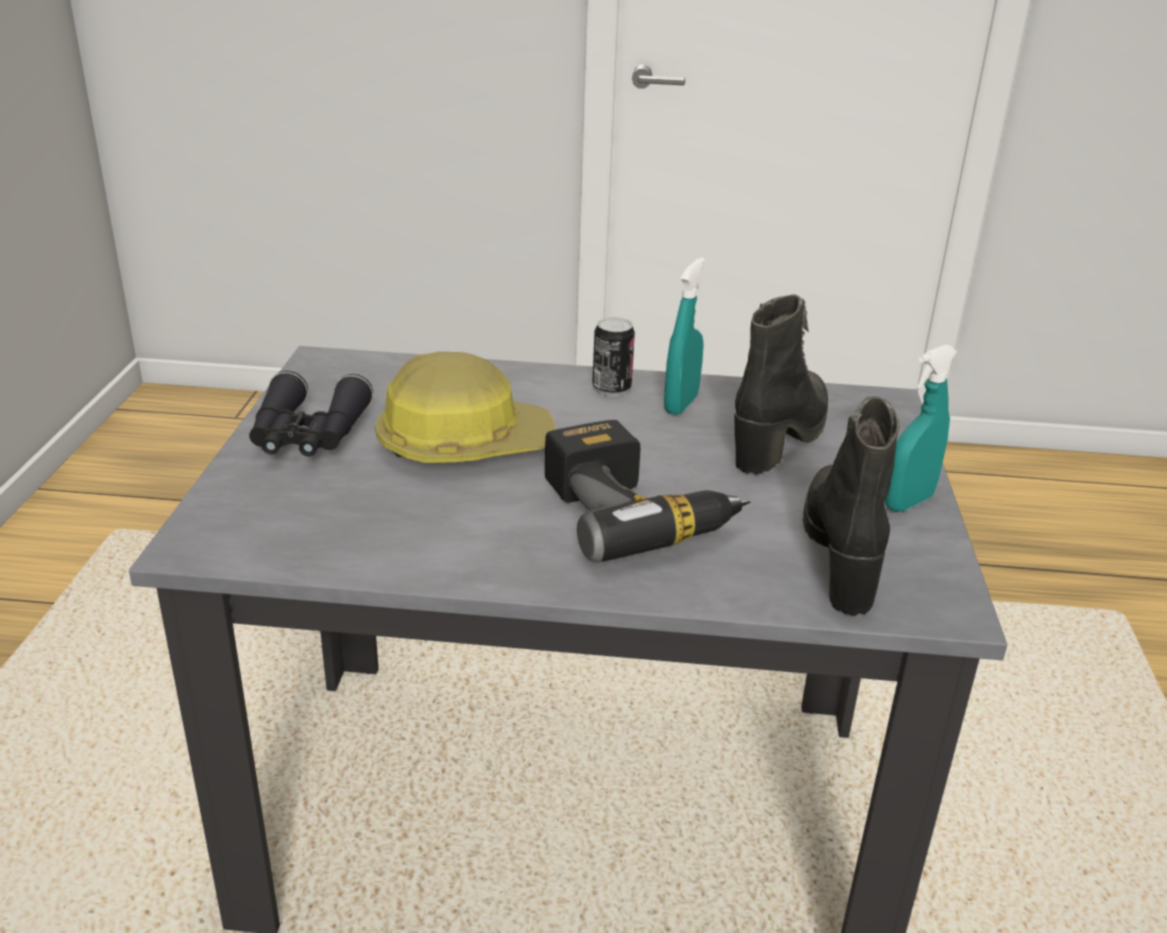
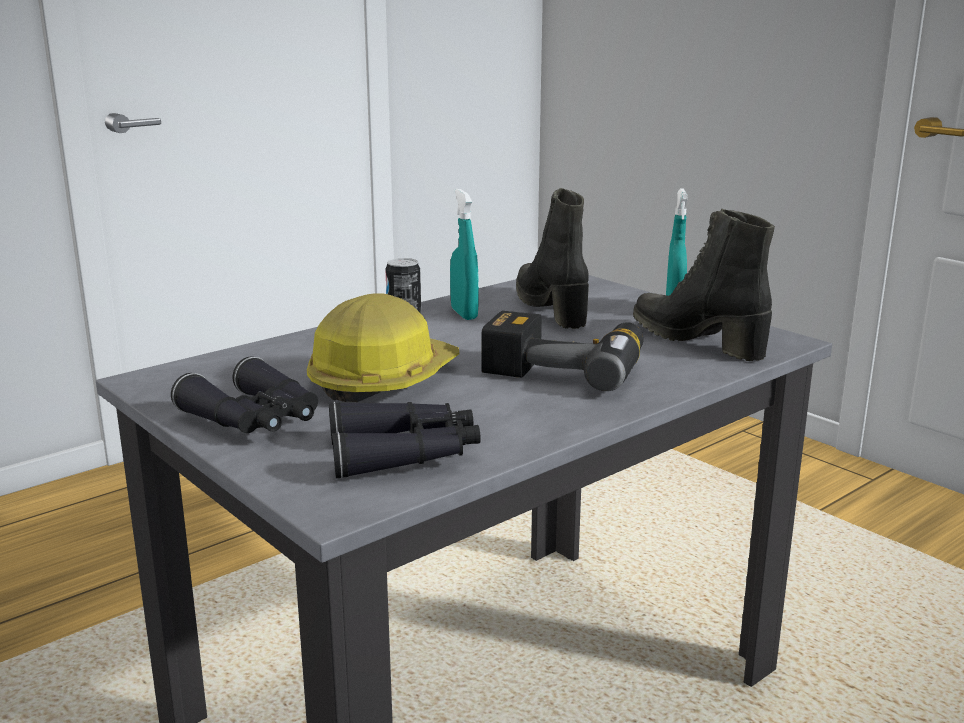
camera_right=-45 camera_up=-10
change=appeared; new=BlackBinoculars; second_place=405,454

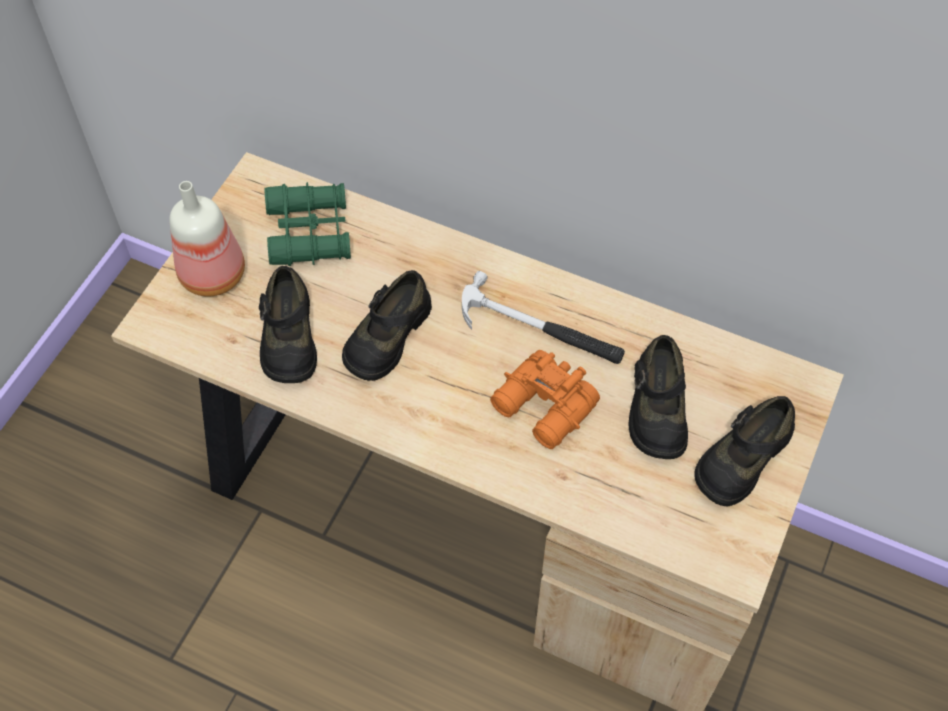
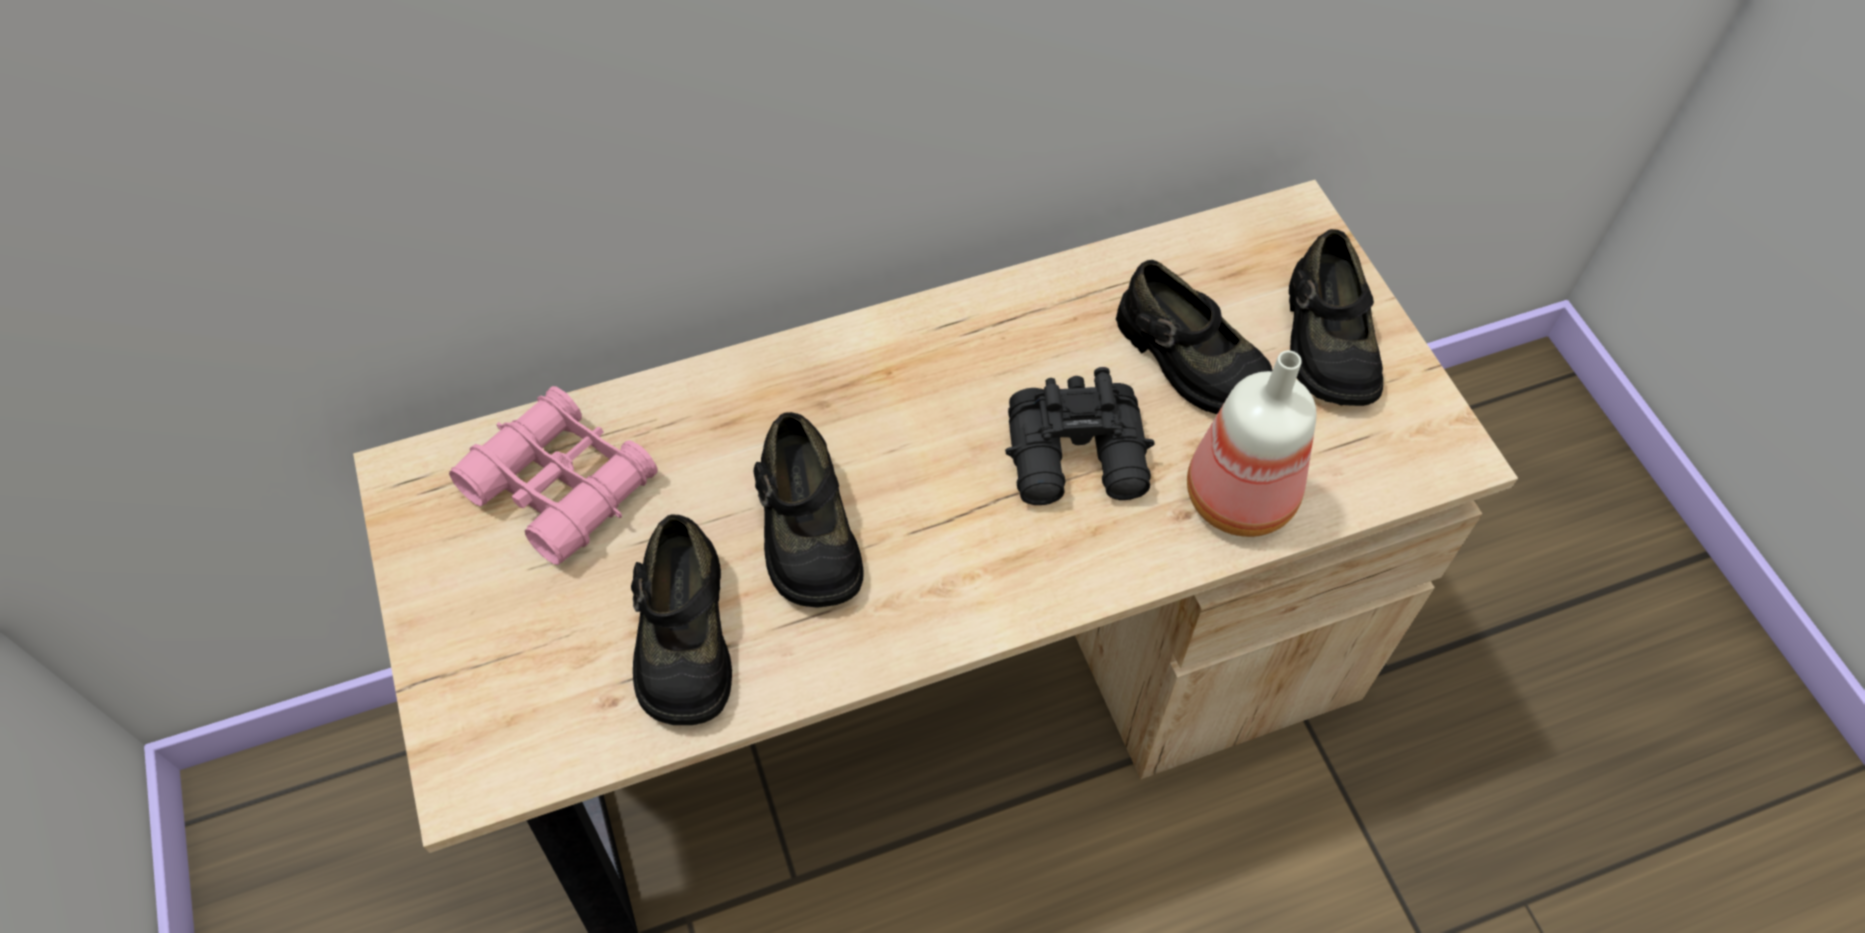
camera_right=-45 camera_up=0
change=missing; old=Hammer; first_place=540,329
change=relocated; old=Bottle; first_place=212,273; second_place=1236,494
change=colour; old=GreenBinoculars; new=PinkBinoculars; first_place=309,232; second_place=561,485
change=colour; old=OrangeBinoculars; new=BlackBinoculars; first_place=544,409; second_place=1079,459
change=spun; old=BlackShoe; first_place=288,338; second_place=683,636; degrees=45

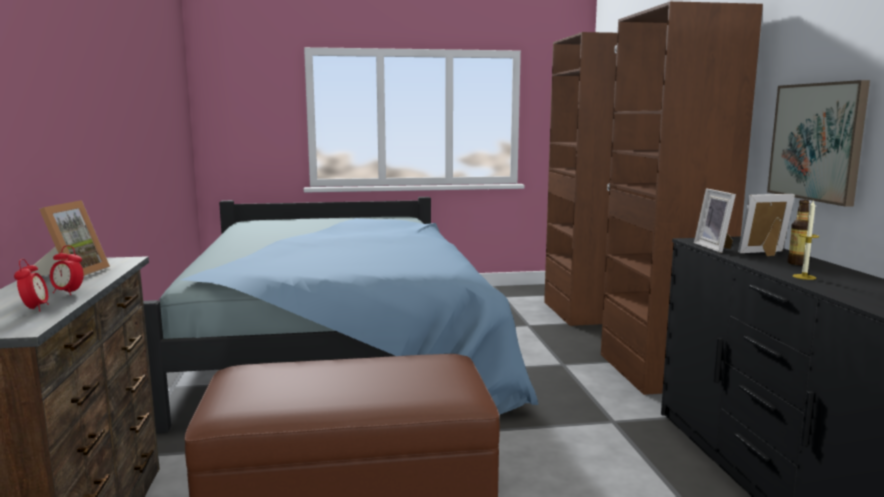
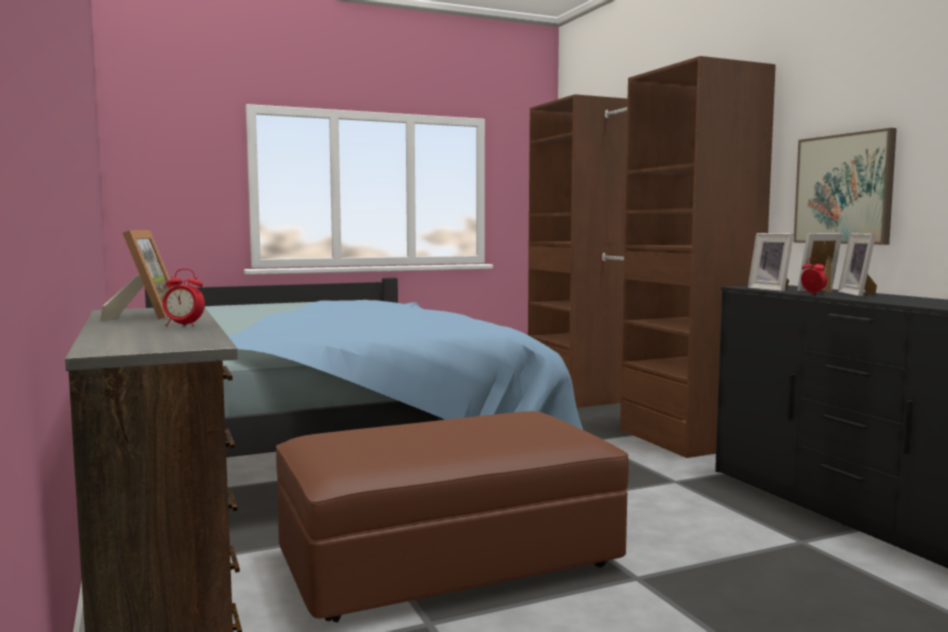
camera_right=-15 camera_up=-5
change=missing; old=Candle; first_place=804,277
change=relocated; old=AlarmClock; first_place=35,309; second_place=813,294
change=exchanged; old=Bottle; new=PictureFrame; first_place=797,263; second_place=859,294

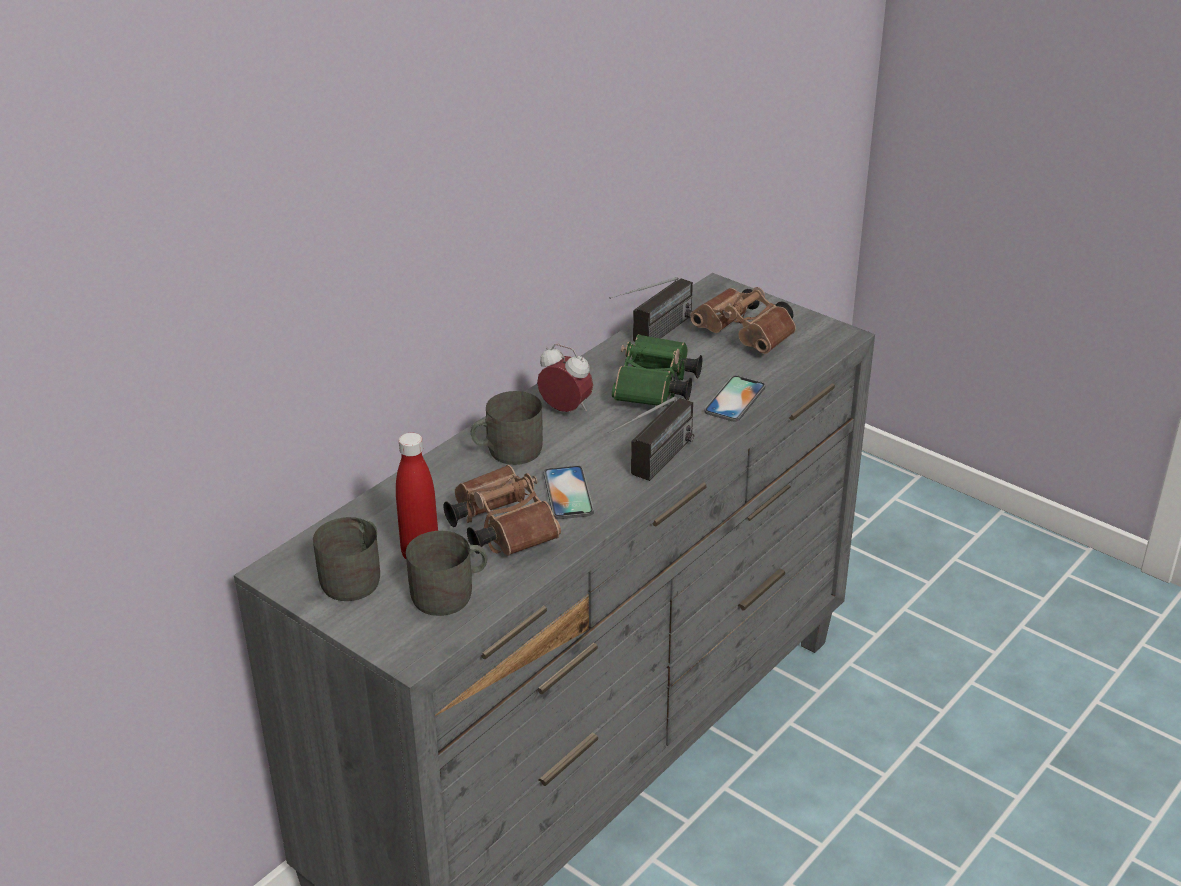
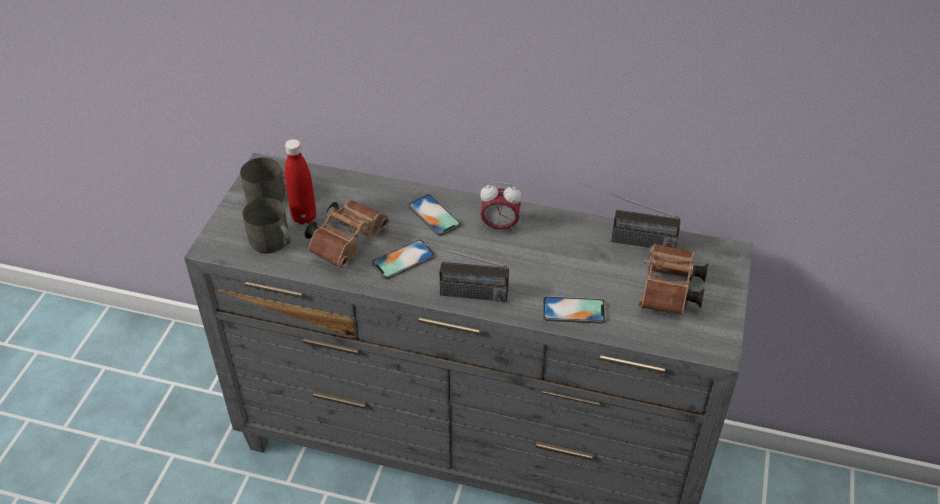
camera_right=65 camera_up=10
change=missing; old=GreenBinoculars; first_place=655,390
change=exchanged; old=GreyMug; new=Phone; first_place=507,451; second_place=434,215
change=spun; old=AlarmClock; first_place=566,410; second_place=499,226; degrees=90

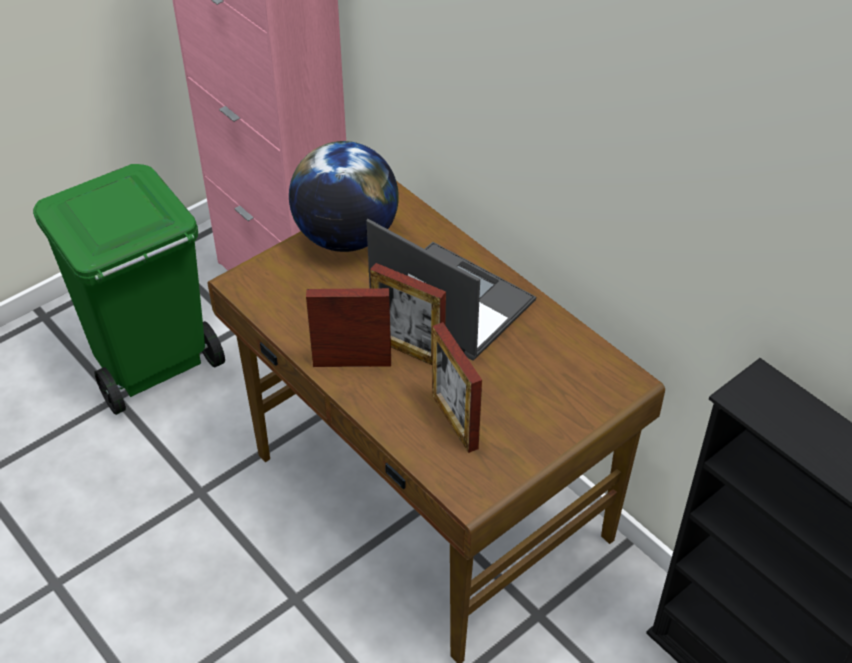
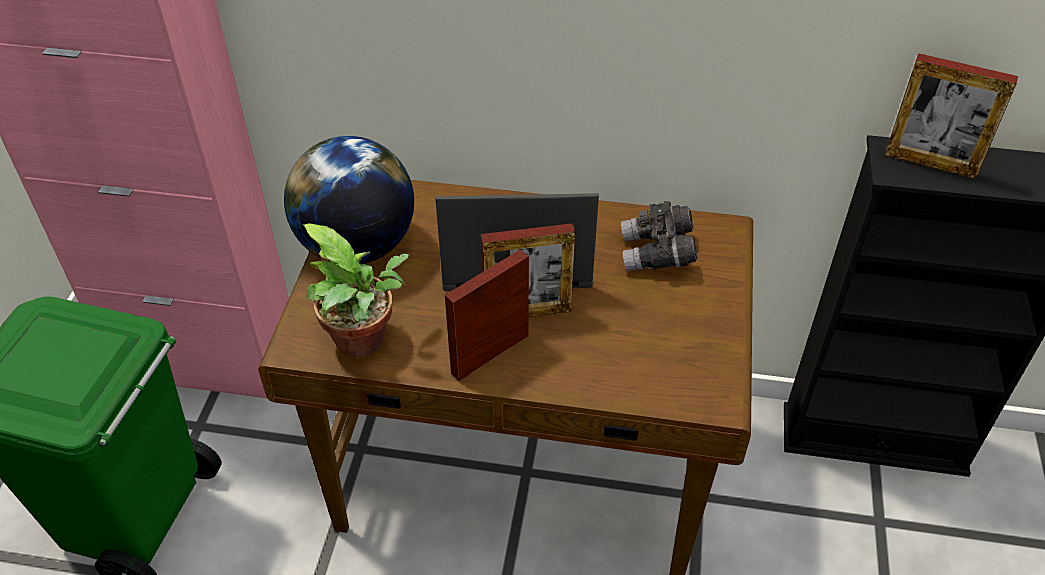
camera_right=-40 camera_up=0
change=appeared; new=PottedPlant; second_place=364,343
change=appeared; new=GreyBinoculars; second_place=657,254
change=relocated; old=PictureFrame; first_place=454,421; second_place=930,163

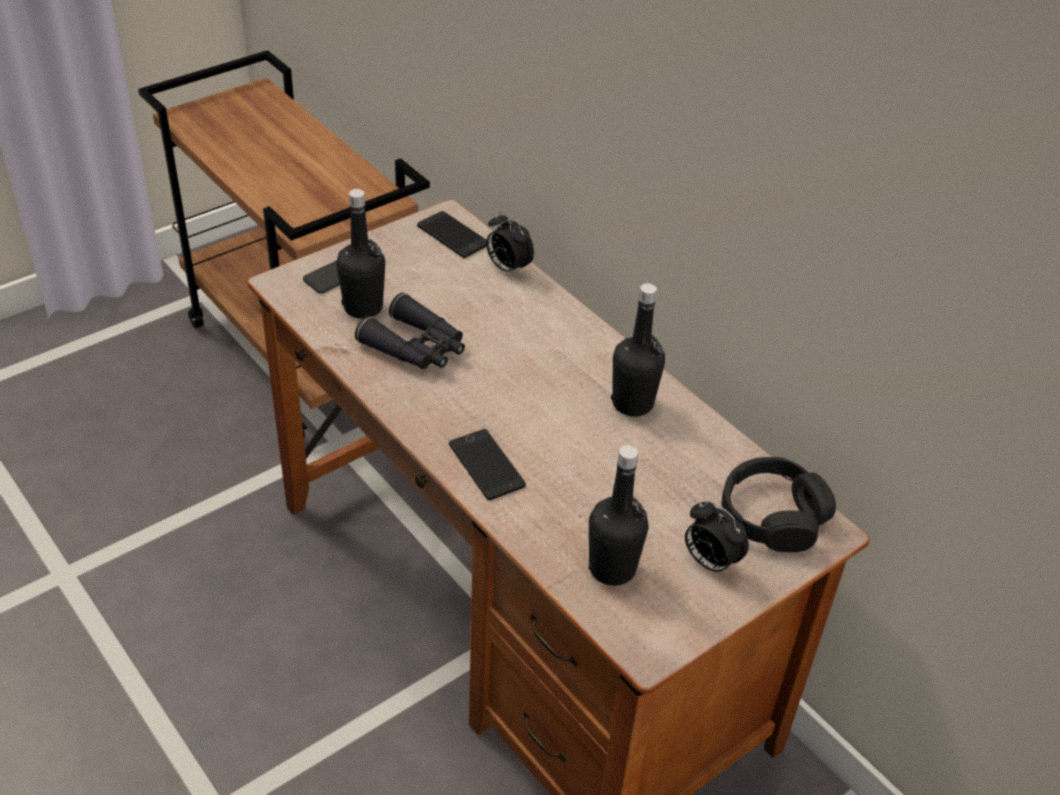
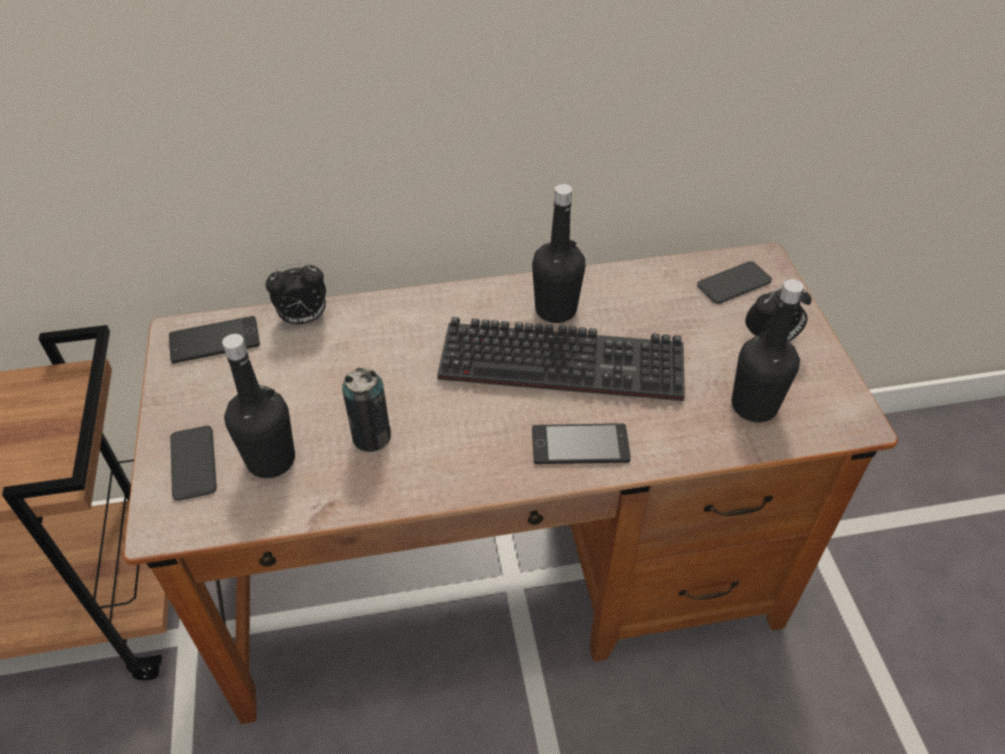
camera_right=-60 camera_up=5
change=appeared; new=Keyboard; second_place=566,360
change=exchanged; old=BlackBinoculars; new=Can; first_place=416,347; second_place=371,437
change=exchanged; old=BlackHeadphones; new=Phone; first_place=772,516; second_place=734,283

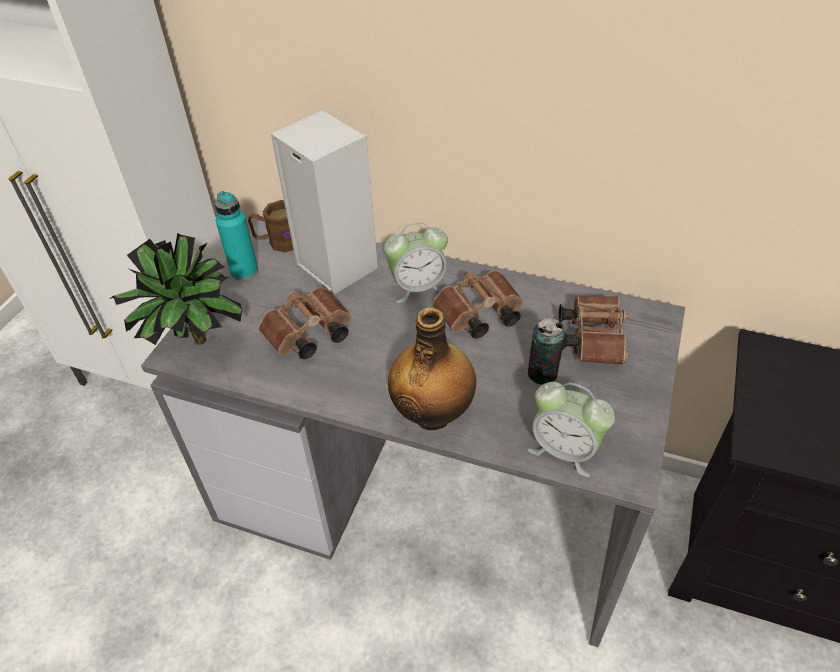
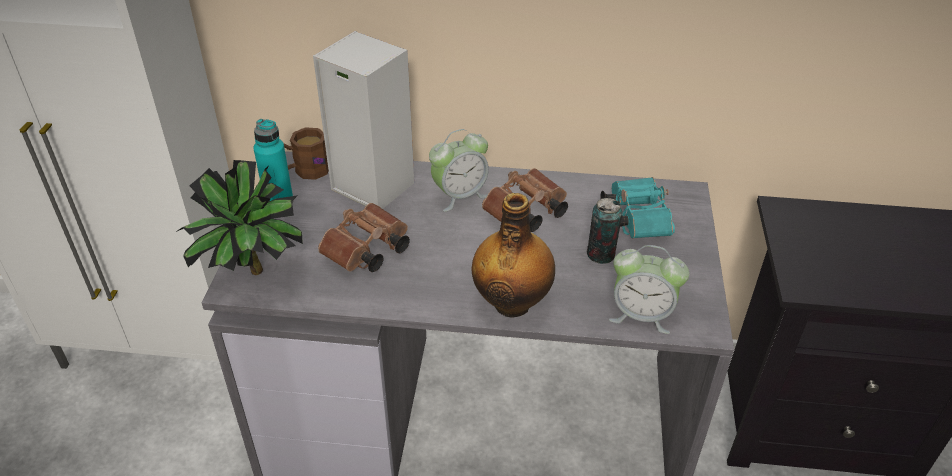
camera_right=-15 camera_up=-5
change=colour; old=BrownBinoculars; new=TurquoiseBinoculars; first_place=591,337; second_place=634,218

